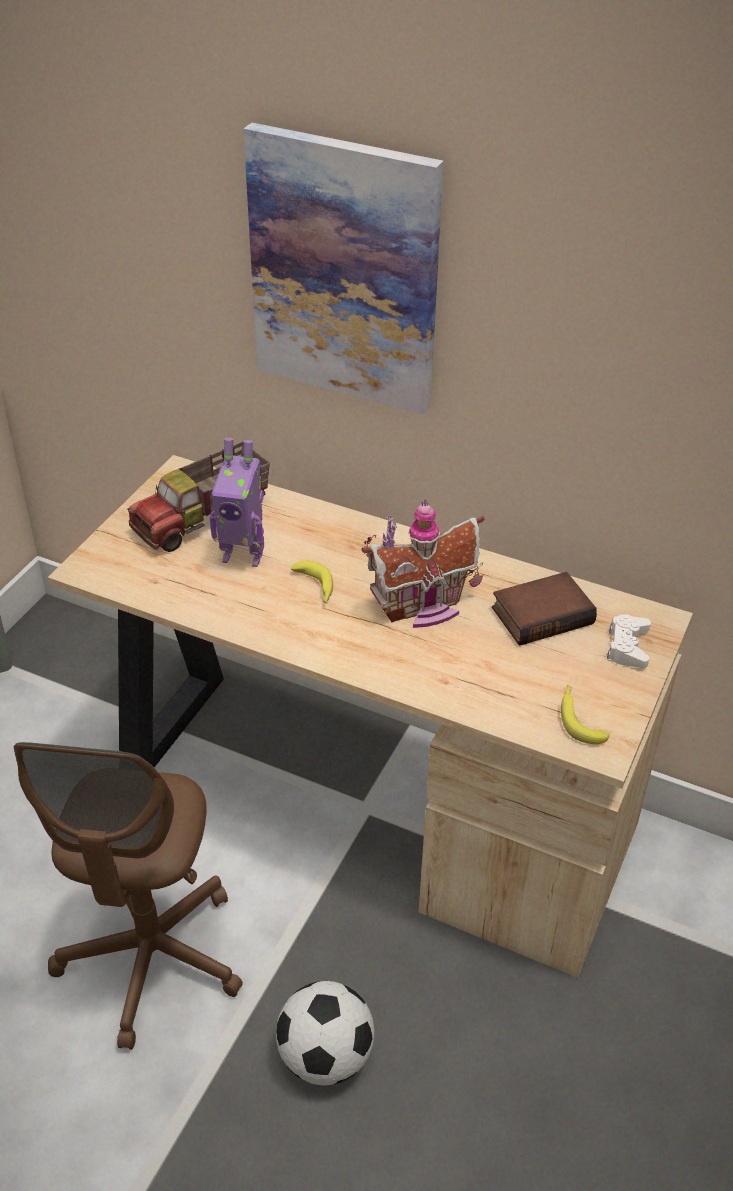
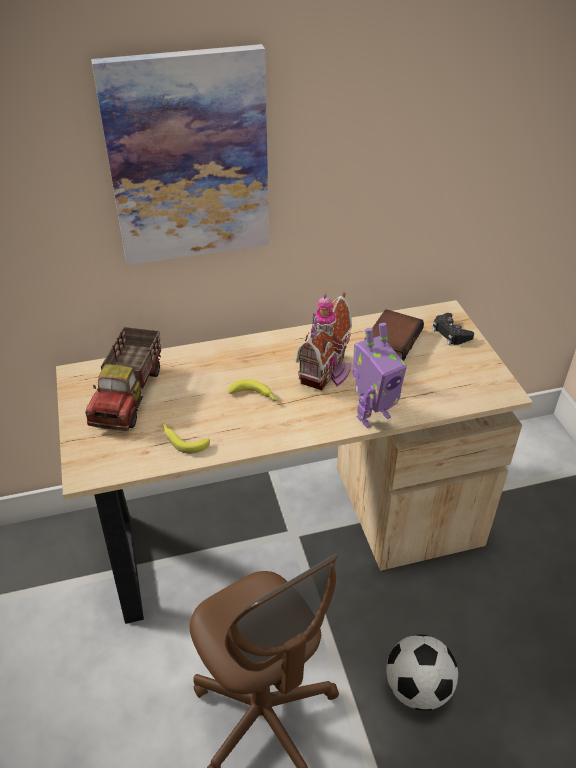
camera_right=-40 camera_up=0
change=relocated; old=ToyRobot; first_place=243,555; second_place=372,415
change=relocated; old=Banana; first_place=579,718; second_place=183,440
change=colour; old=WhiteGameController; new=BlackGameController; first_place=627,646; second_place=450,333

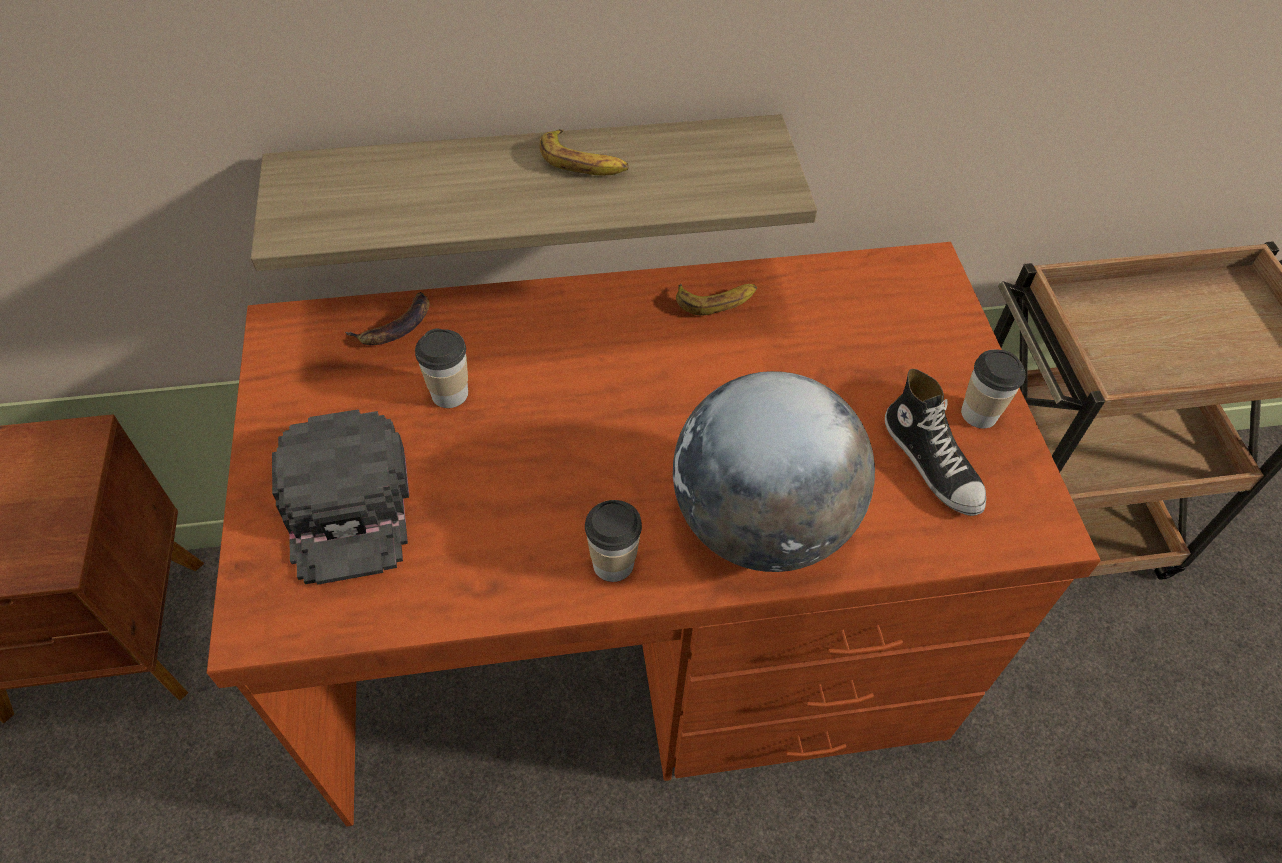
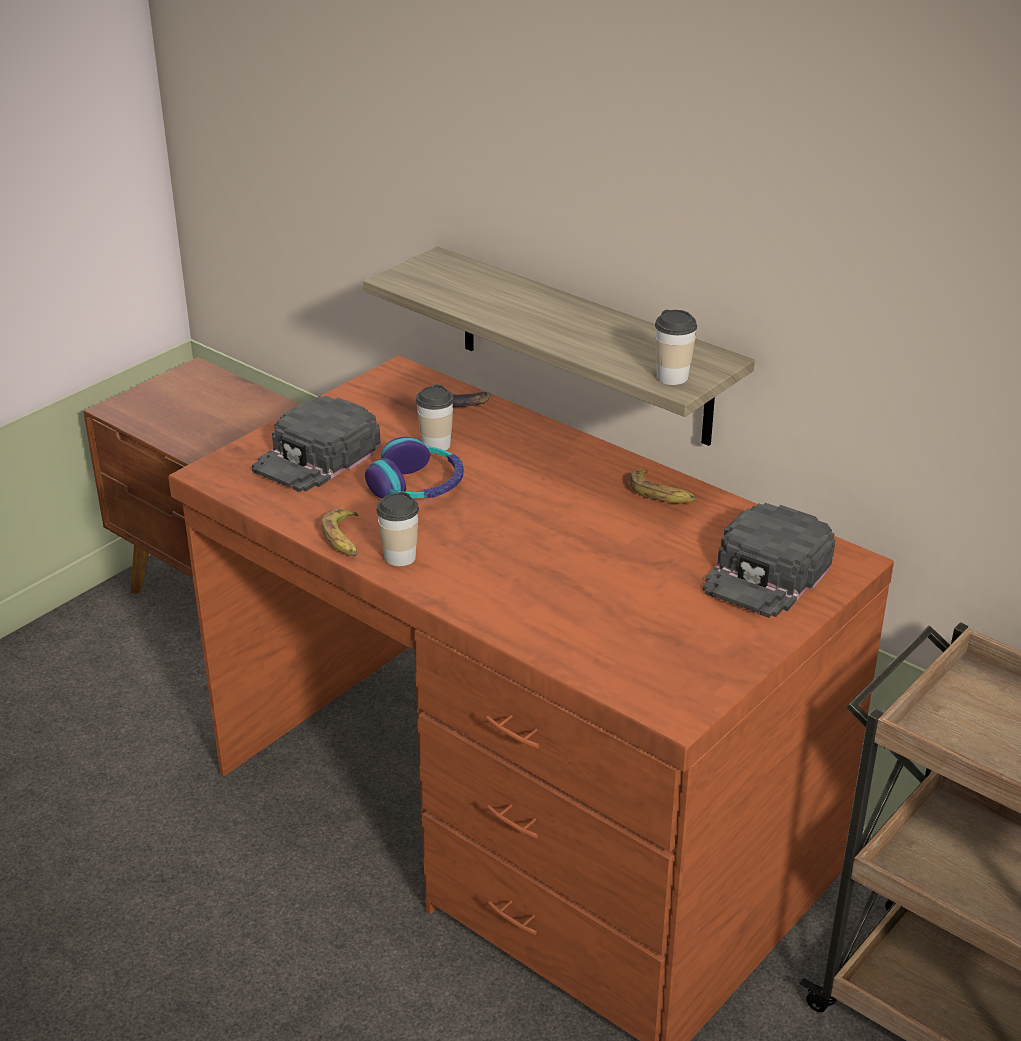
camera_right=50 camera_up=-20
change=missing; old=Globe; first_place=761,523
change=missing; old=Shoe; first_place=932,463
change=appeared; new=Headphones; second_place=417,486
change=appeared; new=BlackCap; second_place=767,573
change=relocated; old=Banana; first_place=583,162; second_place=344,539
change=relocated; old=Cup; first_place=979,413; second_place=672,377

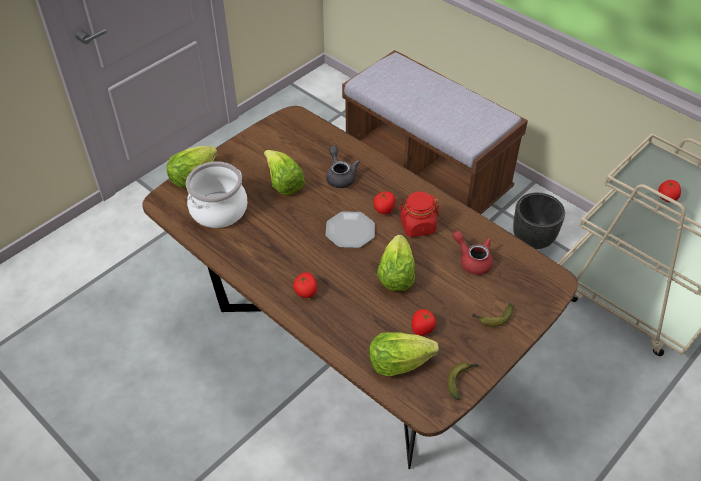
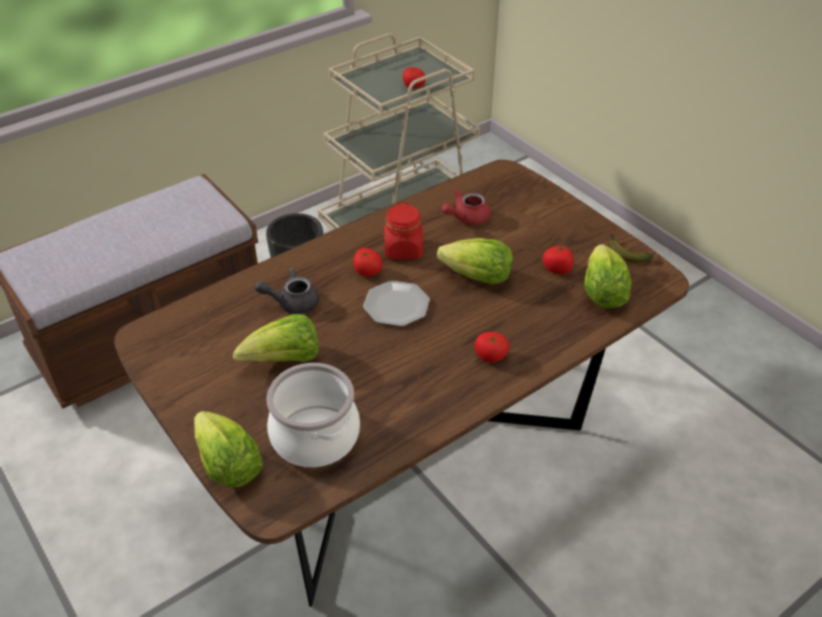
camera_right=-80 camera_up=-5
change=missing; old=Banana; first_place=492,318

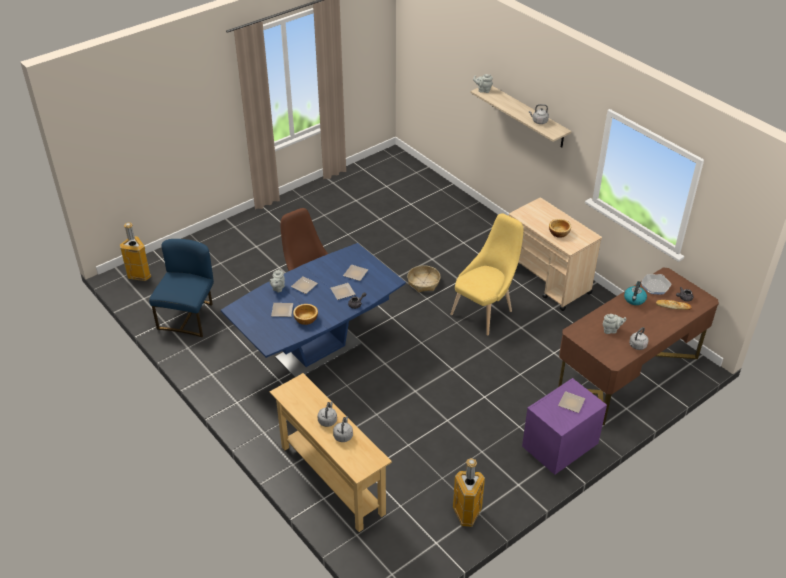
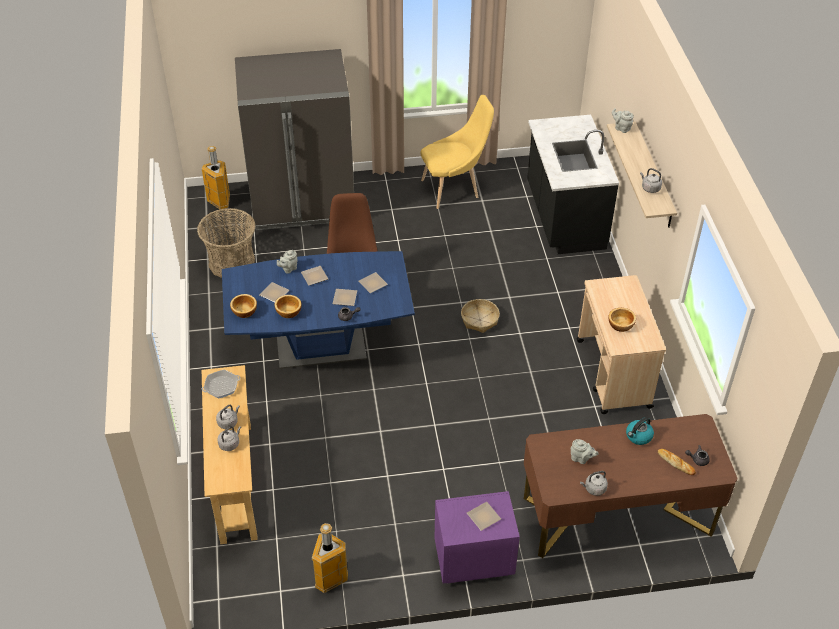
camera_right=30 camera_up=5
change=appeared; new=Bowl; second_place=244,311
change=appeared; new=GreyFridge; second_place=303,203
change=appeared; new=BlackCounter; second_place=564,217
change=relocated; old=YellowChair; first_place=485,311; second_place=454,189
change=relocated; old=FryingPan; first_place=655,286; second_place=221,386
change=exchanged; old=BlueChair; new=Basket; first_place=189,317; second_place=232,262

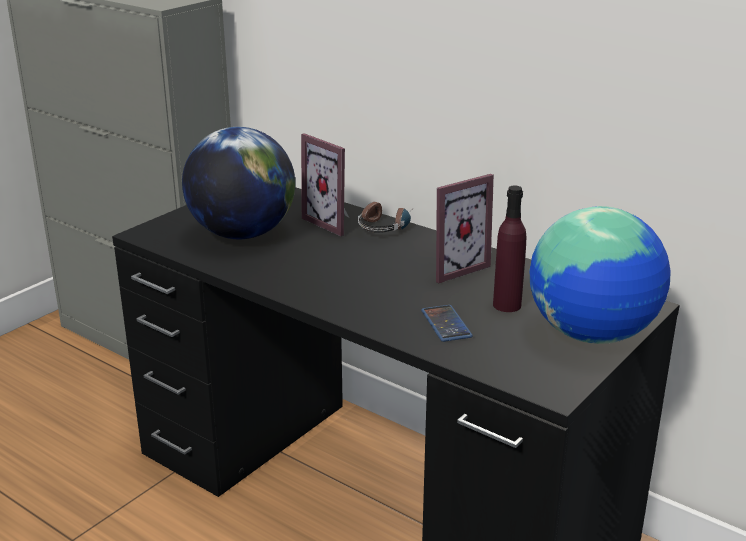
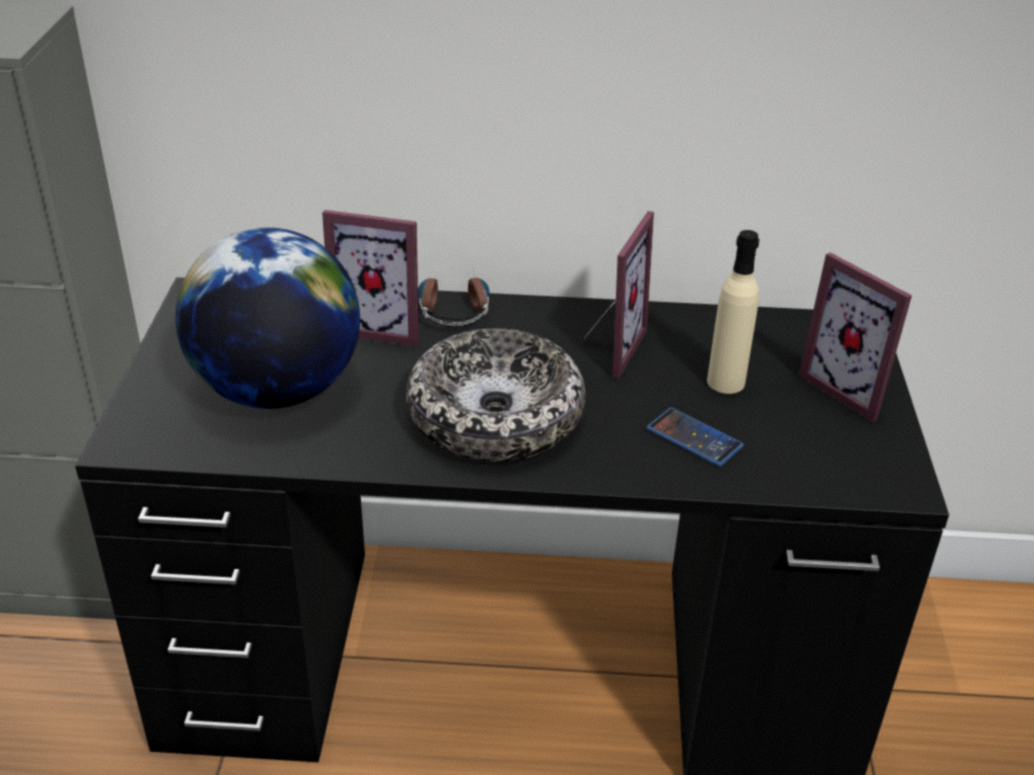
camera_right=-35 camera_up=10
change=appeared; new=Bowl; second_place=495,417
change=exchanged; old=Globe; new=PictureFrame; first_place=593,334; second_place=852,388
change=colour; old=PurpleBottle; new=BeigeBottle; first_place=507,305; second_place=726,382

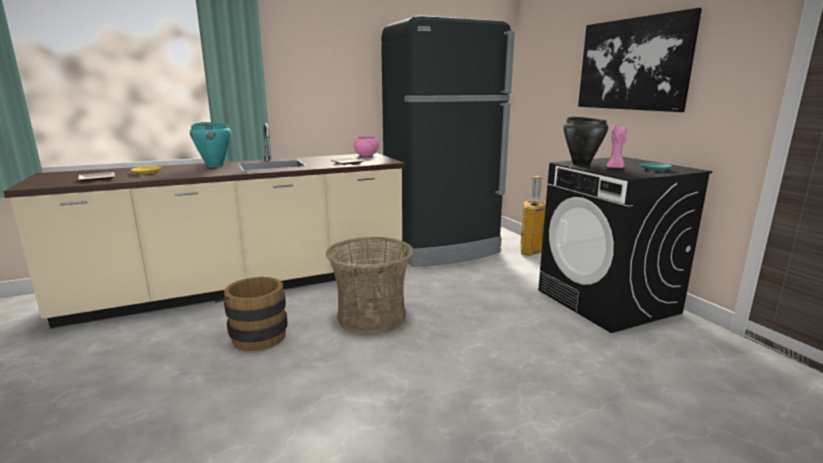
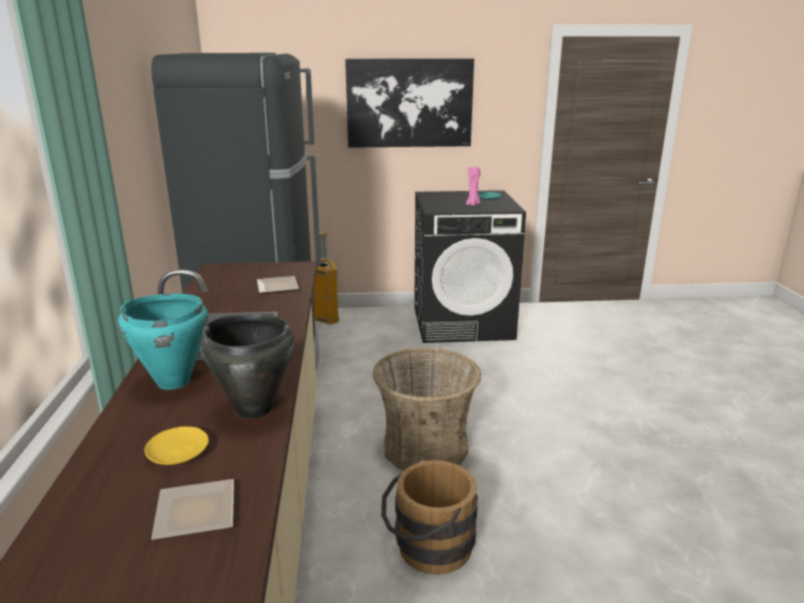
camera_right=-70 camera_up=5
change=missing; old=PinkBowl; first_place=366,156
change=relocated; old=BlackCookingPot; first_place=581,163; second_place=253,409

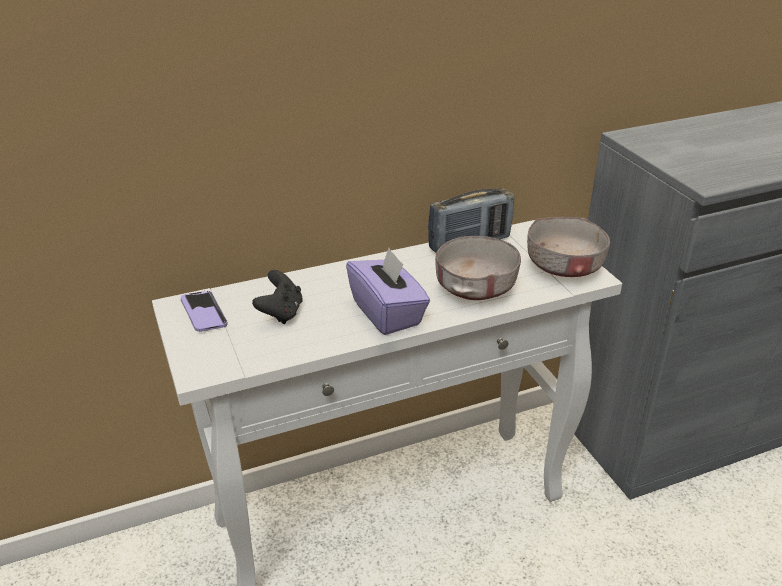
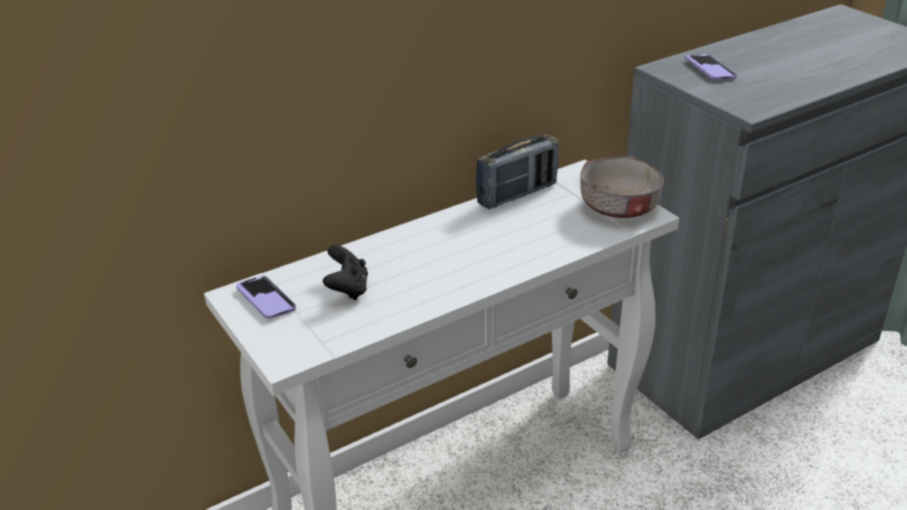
camera_right=-10 camera_up=0
change=missing; old=PurpleTissueBox; first_place=387,313
change=missing; old=GreyBowl; first_place=476,288
change=appeared; new=Phone; second_place=710,69

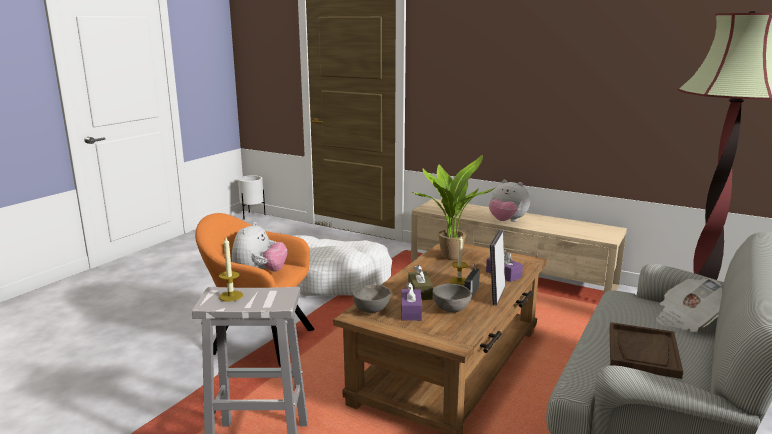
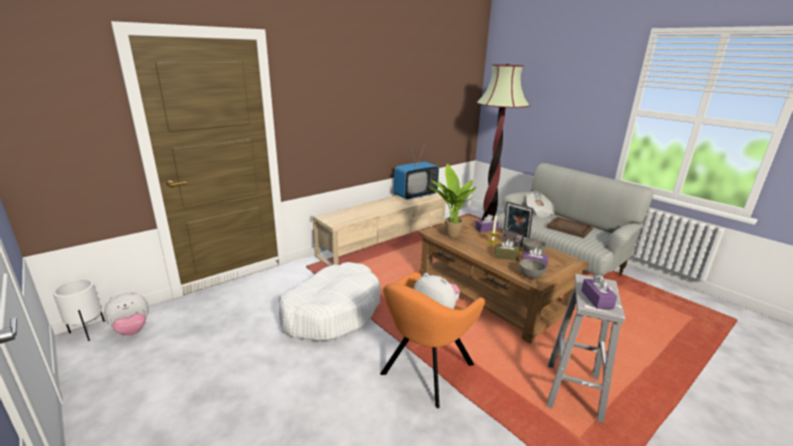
camera_right=-70 camera_up=5
change=appeared; new=Television; second_place=415,195
change=relocated; old=PlushToy; first_place=507,221; second_place=132,330
change=exchanged; old=Candle; new=PurpleTissueBox; first_place=231,296; second_place=596,299

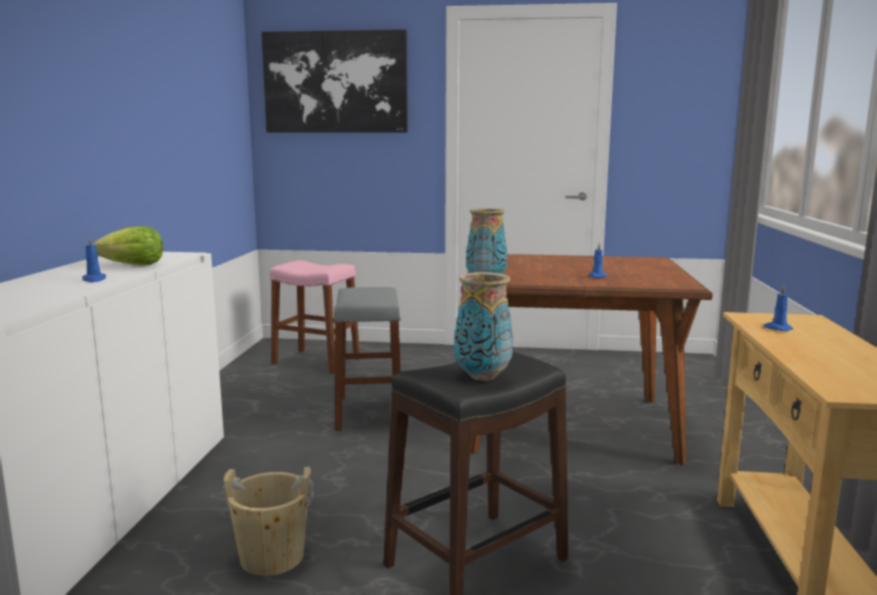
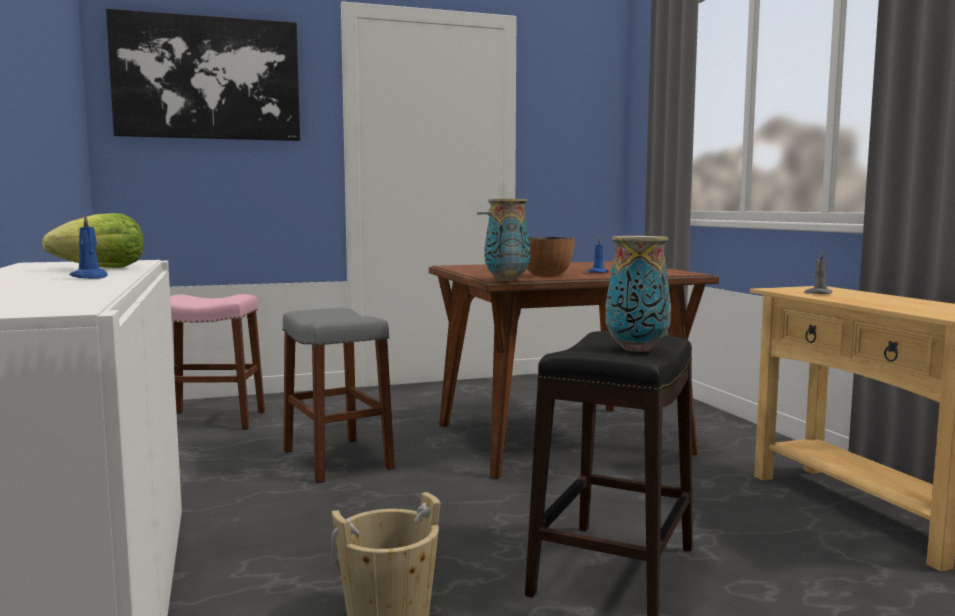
camera_right=-25 camera_up=-5
change=appeared; new=Bowl; second_place=546,276
change=colour; old=BlueCandle; new=GreyCandle; first_place=777,328; second_place=817,293

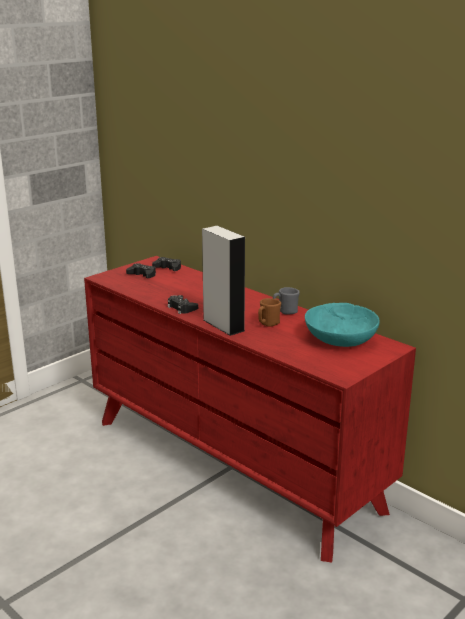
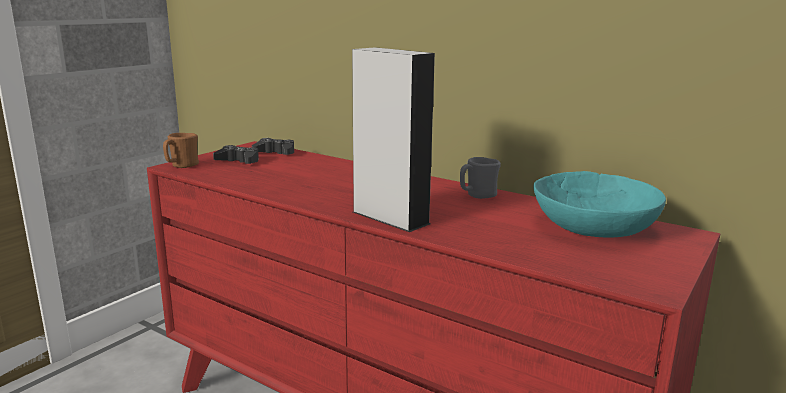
camera_right=-10 camera_up=-5
change=missing; old=BlackGameController; first_place=182,308
change=relocated; old=BrownMug; first_place=268,324; second_place=182,166

